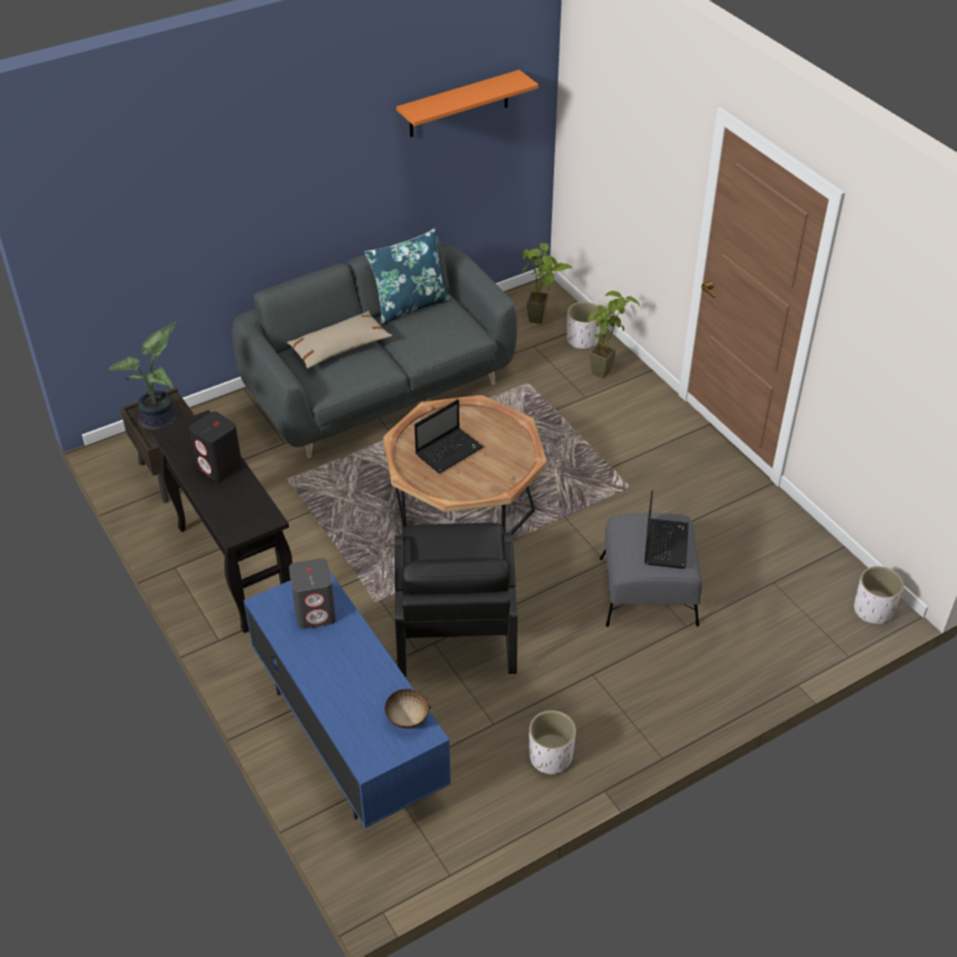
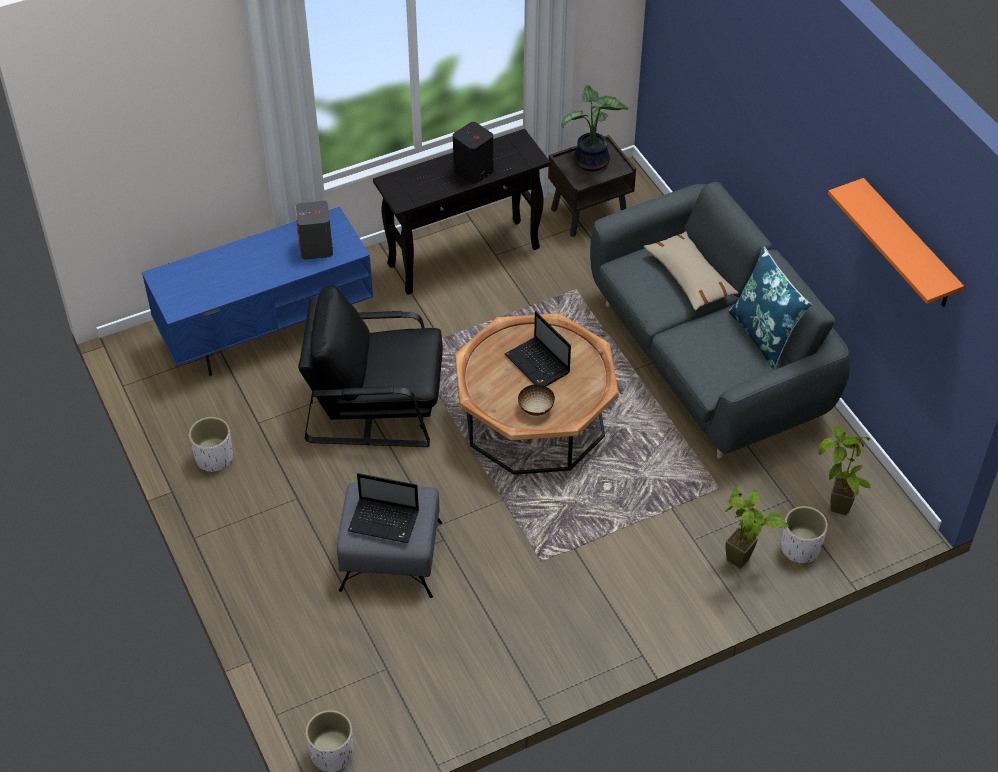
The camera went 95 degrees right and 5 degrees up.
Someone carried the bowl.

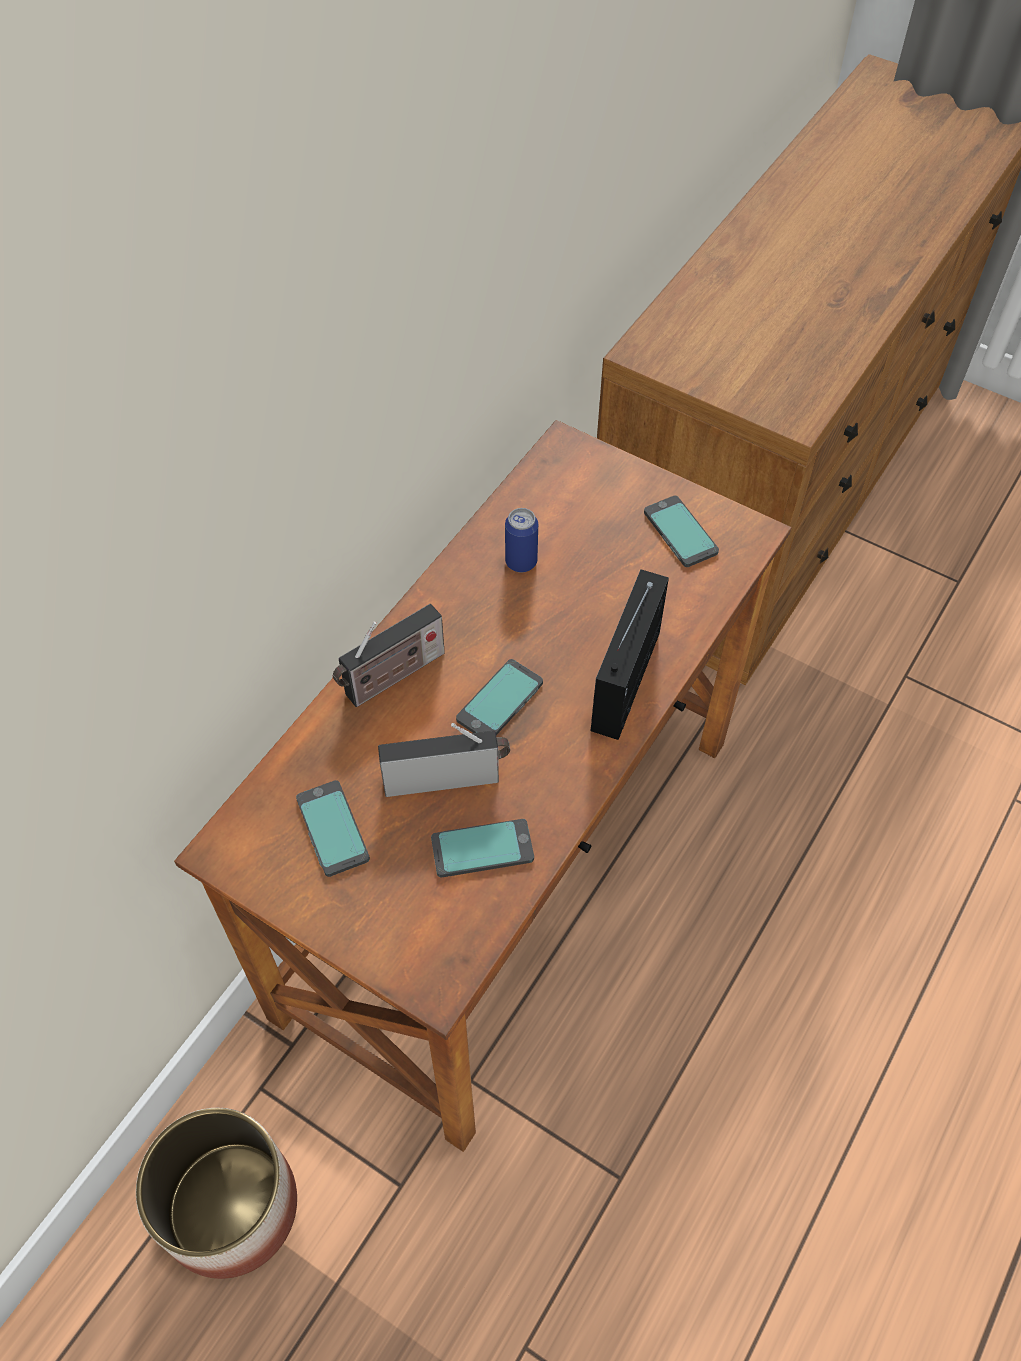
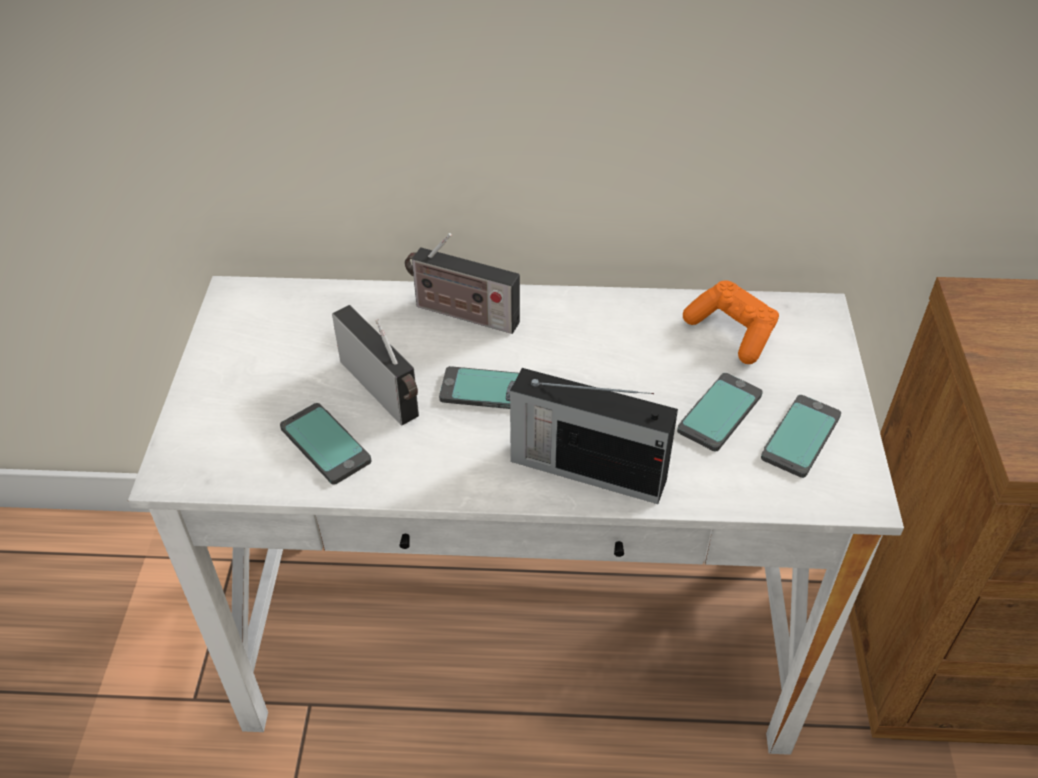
The camera went 60 degrees right and 10 degrees down.
Someone repainted the brown desk, which became the white desk.
Someone took away the can.
Someone rotated the radio (3rd from left) by 150 degrees counterclockwise.
Someone carried the phone (1st from left in the first image).
Someone took away the planter.
Someone put down the orange game controller.

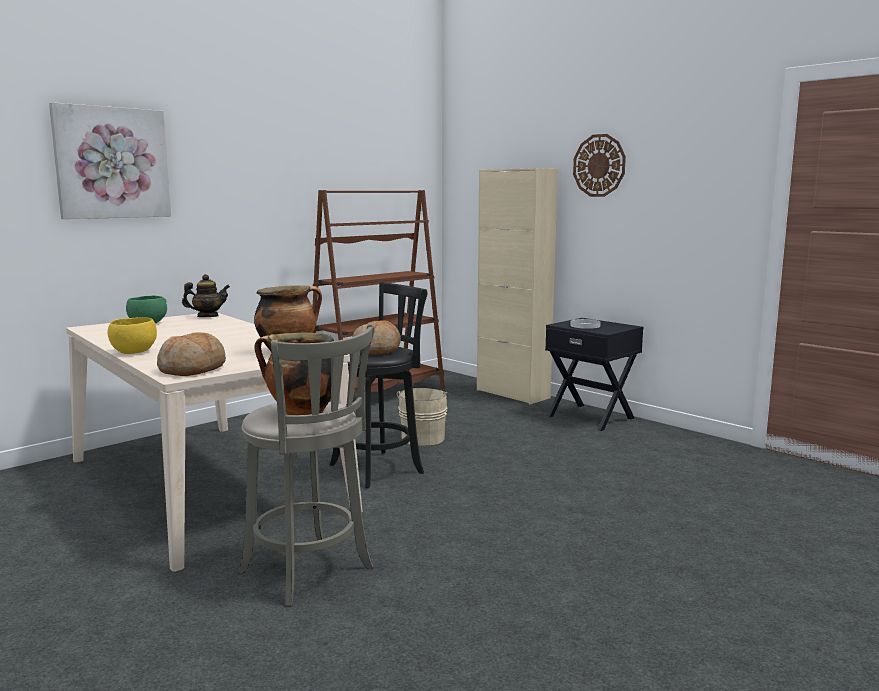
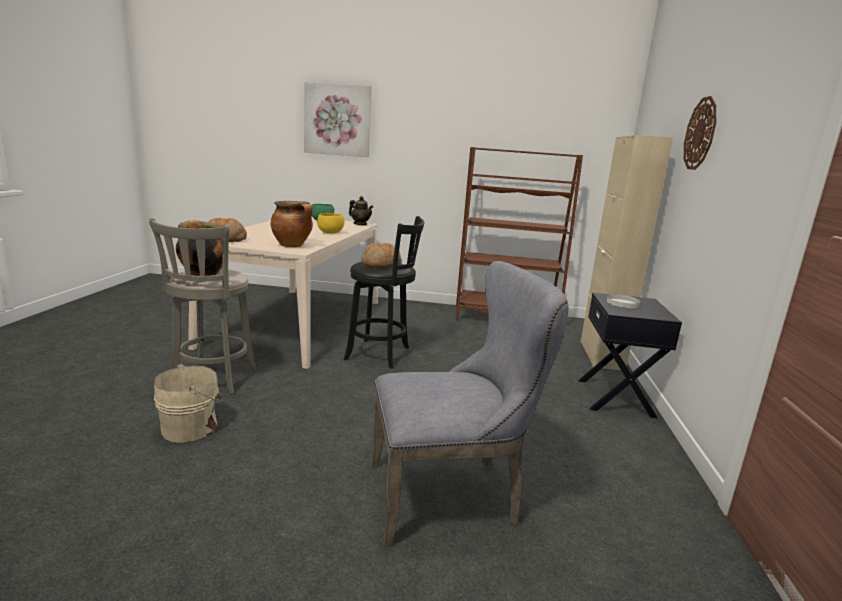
The camera went 50 degrees right and 5 degrees up.
Someone carried the yellow bowl.
Someone carried the beige bucket.
Someone put down the grey chair.

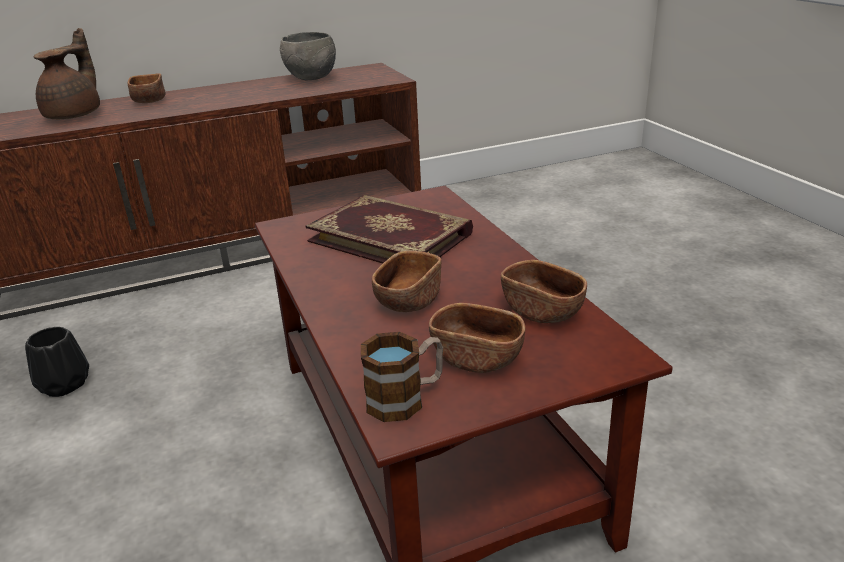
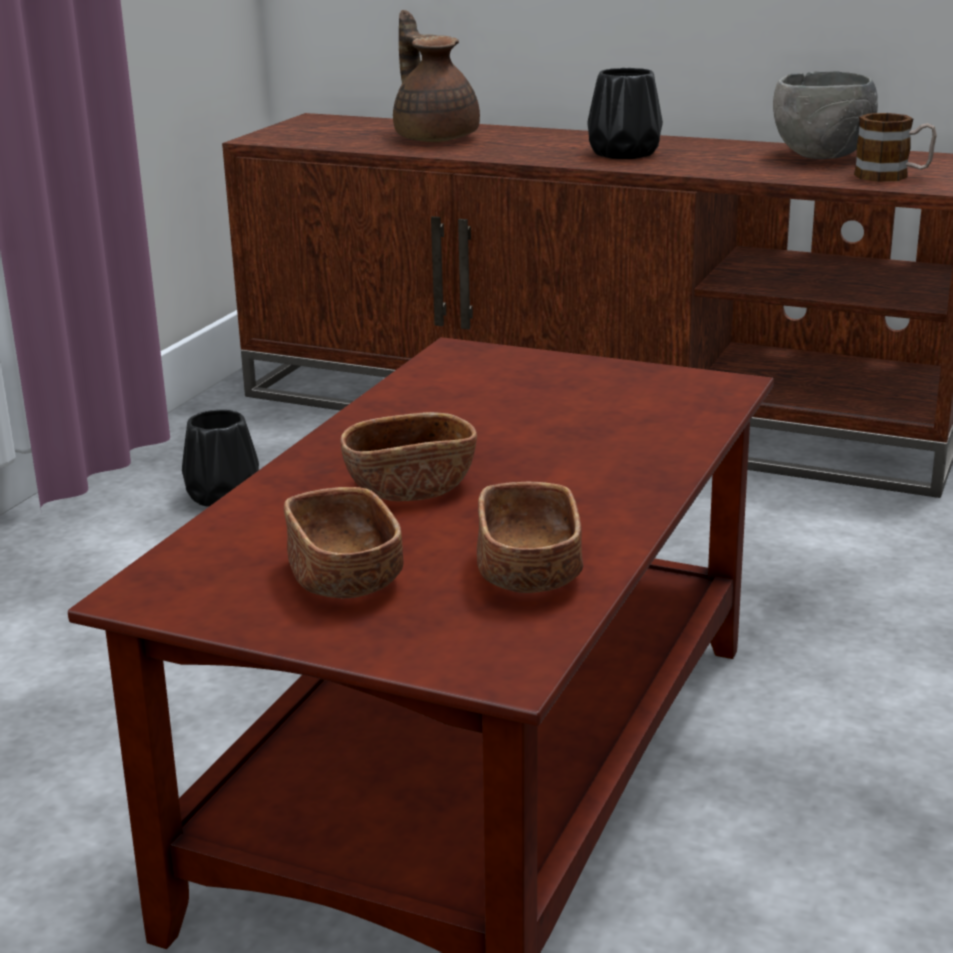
The camera went 45 degrees right and 5 degrees down.
Someone rotated the brown teapot by 90 degrees counterclockwise.
Someone took away the brown bowl (1st from left).
Someone took away the book.
Someone carried the mug.
Someone put down the black vase (2nd from left).

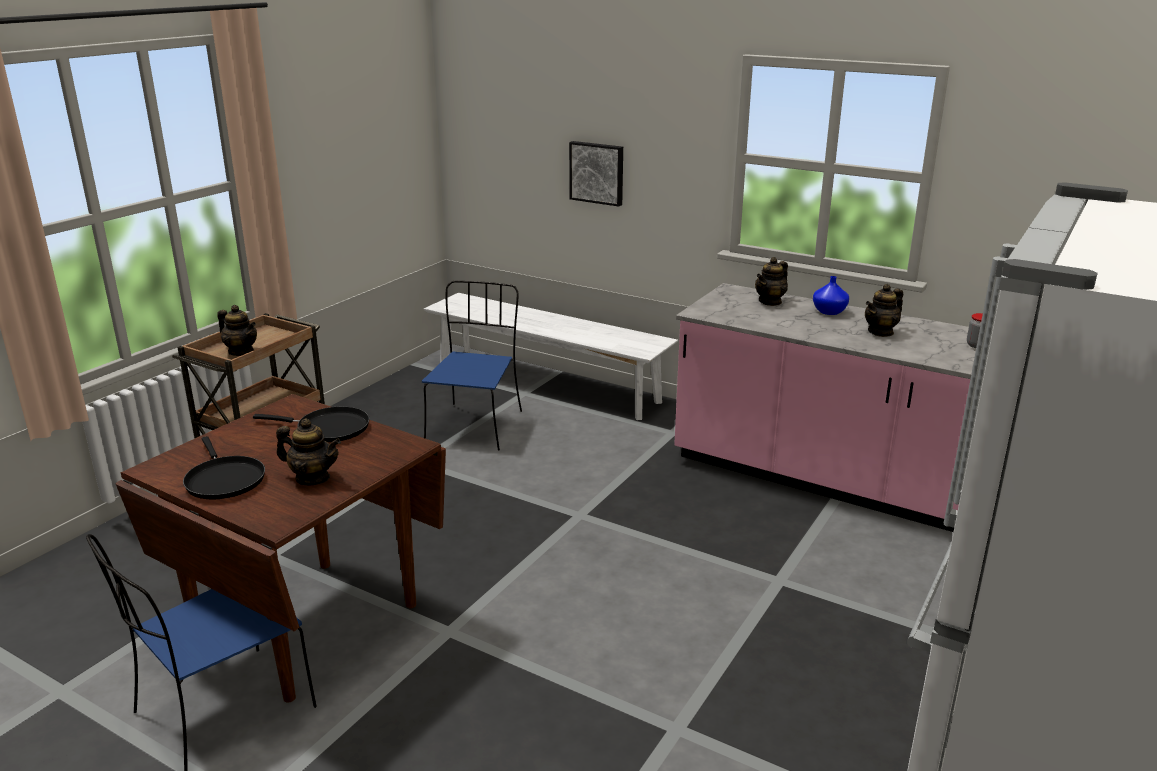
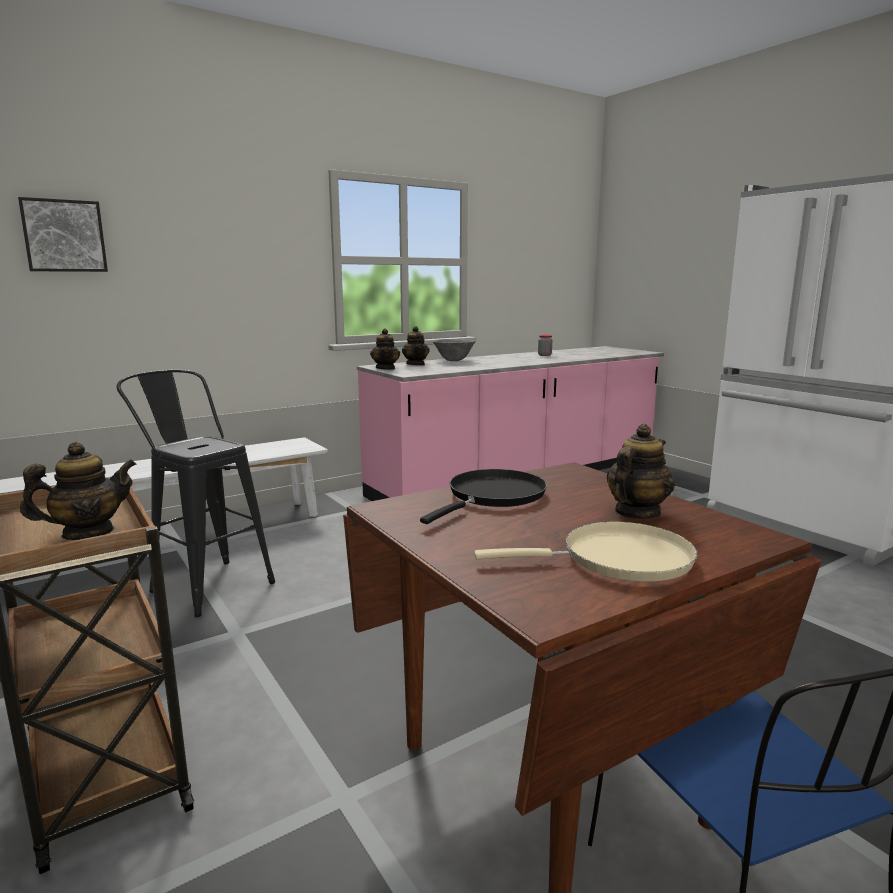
The camera went 65 degrees left and 10 degrees down.
Someone carried the picture.
Someone swapped the blue vase for the grey bowl.
Someone swapped the blue chair (2nd from left) for the black stool.
Someone carried the teapot (4th from left in the first image).
Someone repainted the black frying pan (1st from left), which became the beige frying pan.

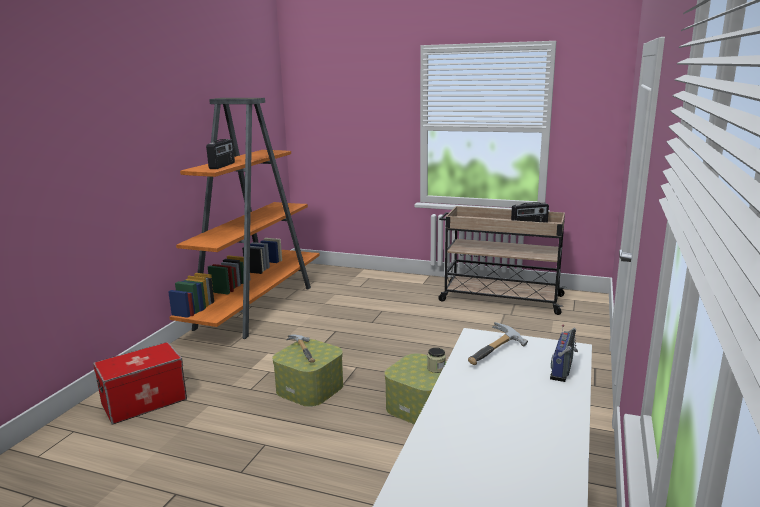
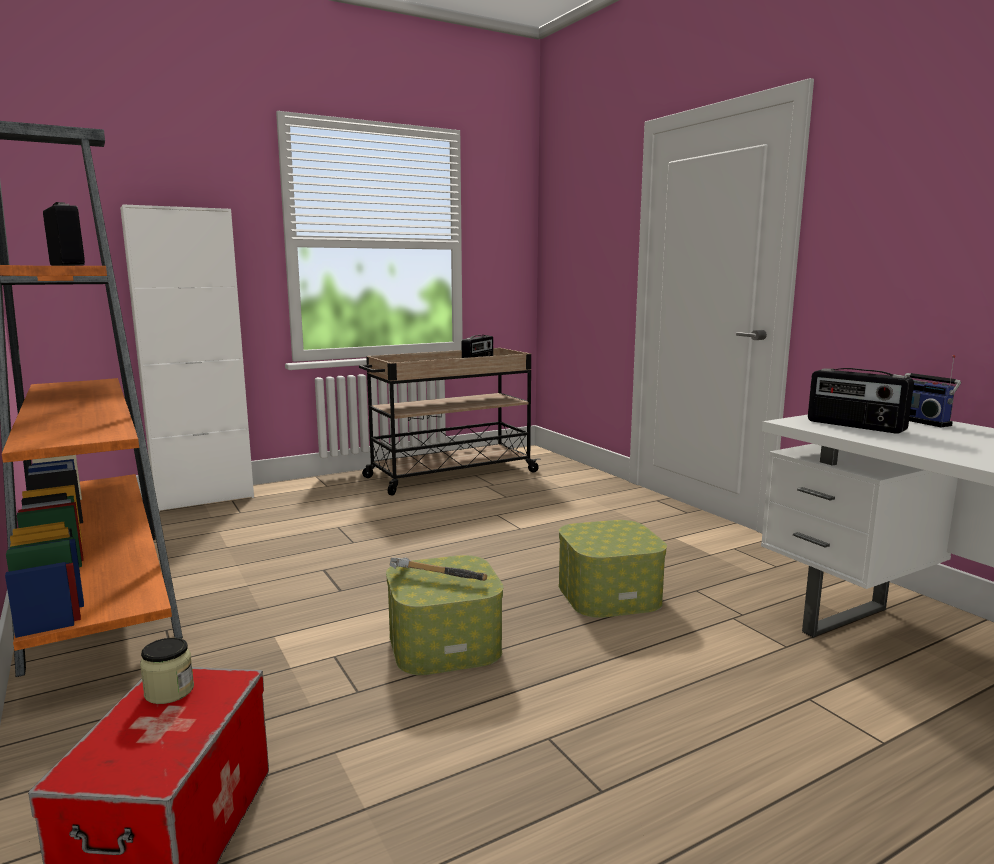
The camera went 50 degrees left and 5 degrees down.
Someone swapped the hammer (2nd from left) for the radio (3rd from left).
Someone carried the jar.
Someone put down the white cabinet.

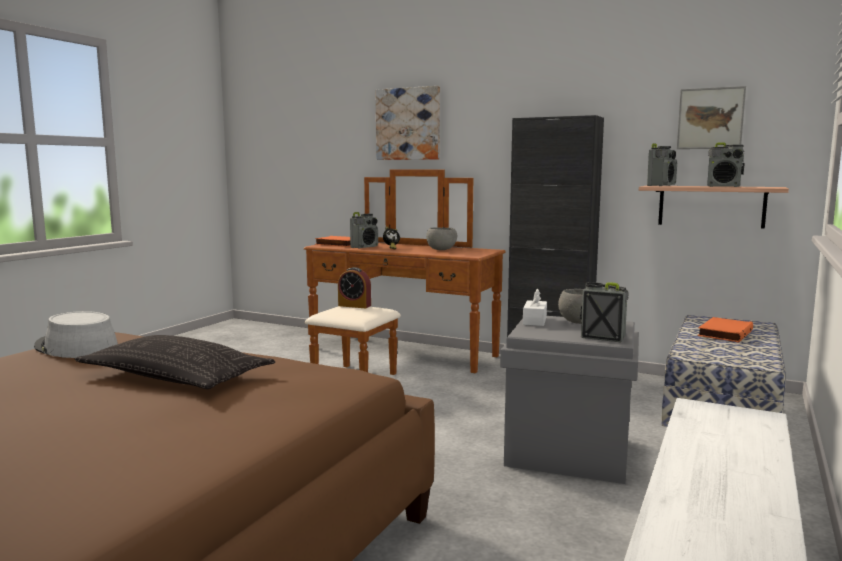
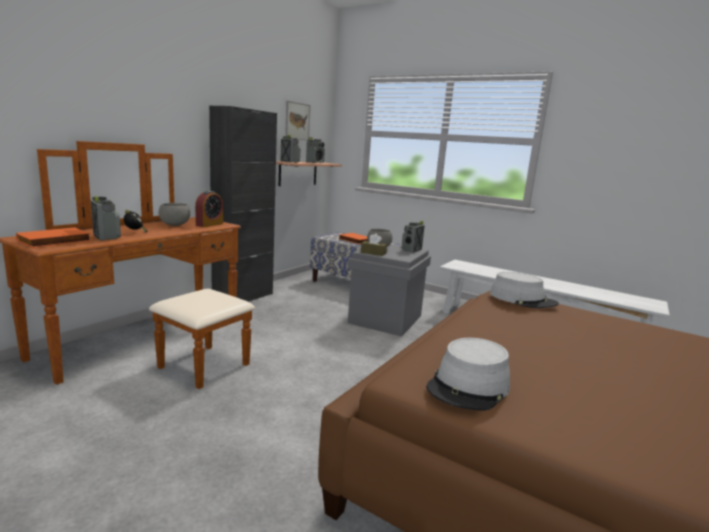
The camera went 85 degrees left and 5 degrees up.
Someone took away the picture (1st from left).
Someone carried the alarm clock (1st from left in the first image).
Someone repainted the white tissue box, which became the brown tissue box.
Someone took away the pillow.
Someone put down the grey hat (2nd from left).

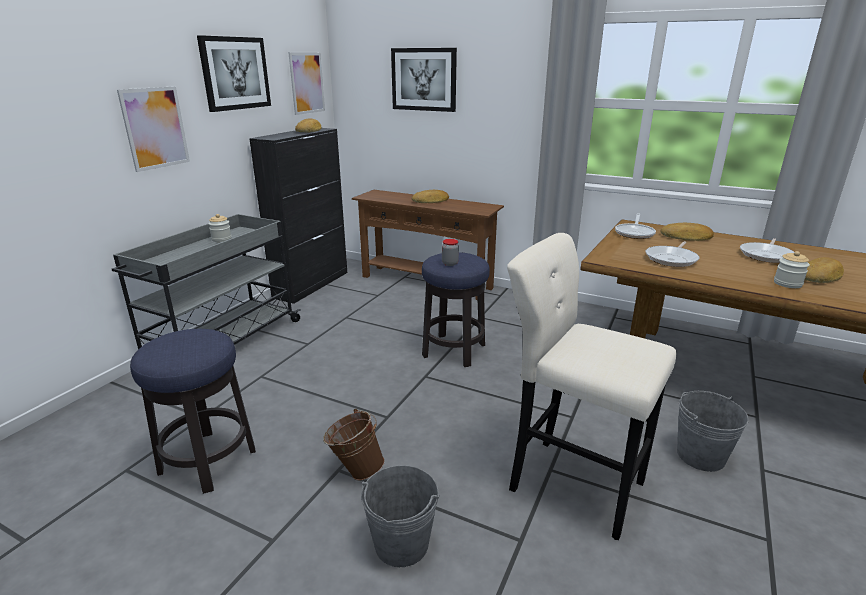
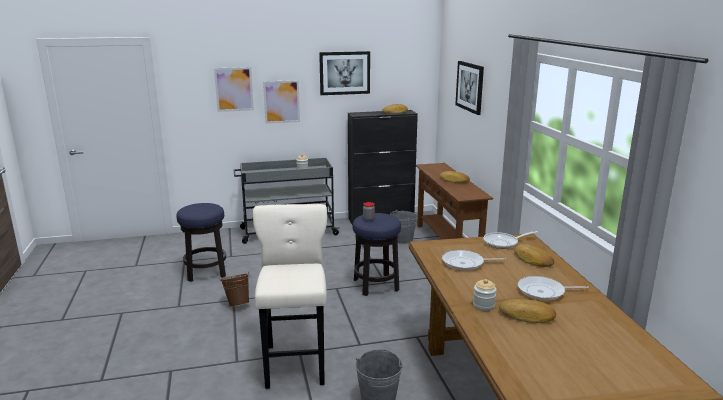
The camera went 50 degrees right and 5 degrees down.
Someone carried the picture (3rd from left in the first image).
Someone carried the grey bucket (1st from left in the first image).

